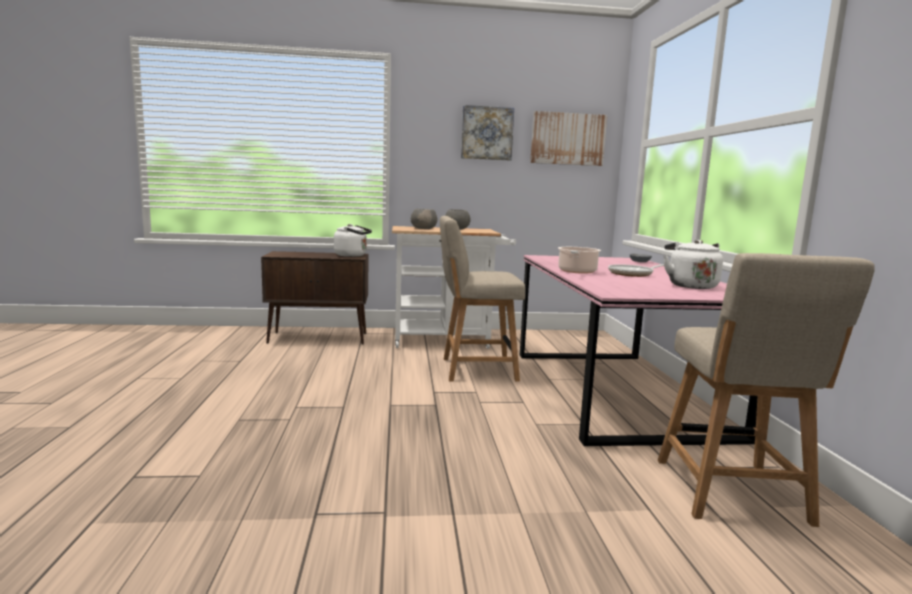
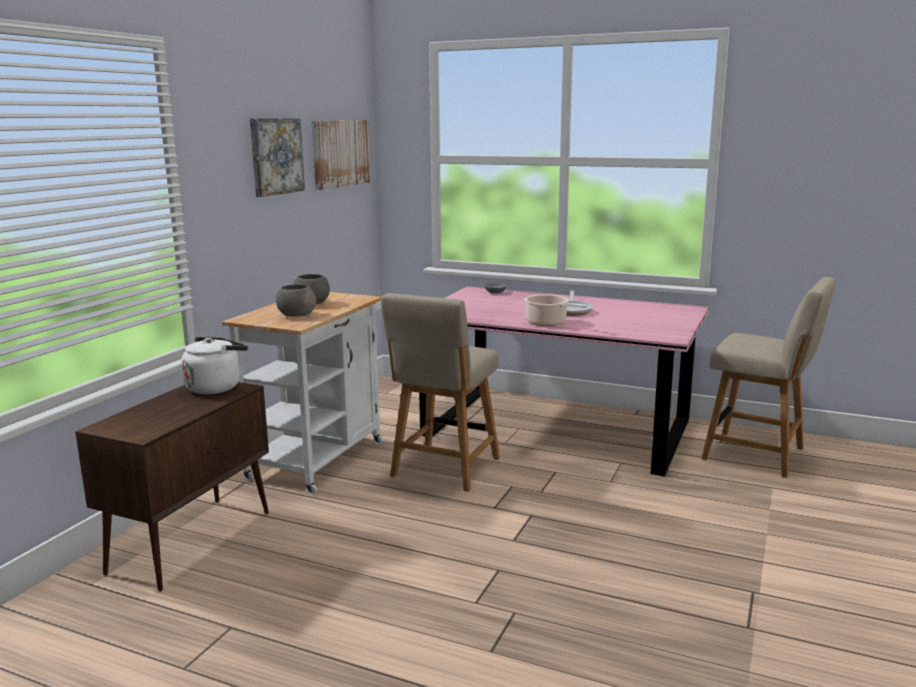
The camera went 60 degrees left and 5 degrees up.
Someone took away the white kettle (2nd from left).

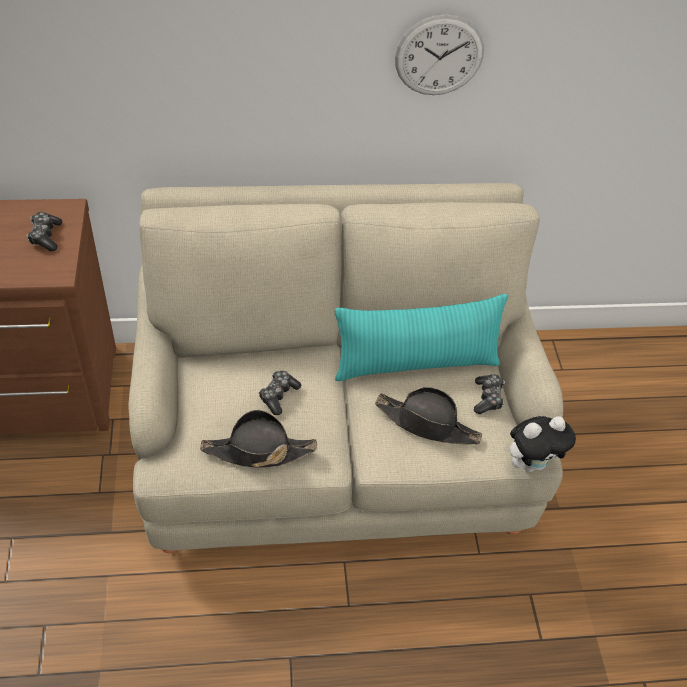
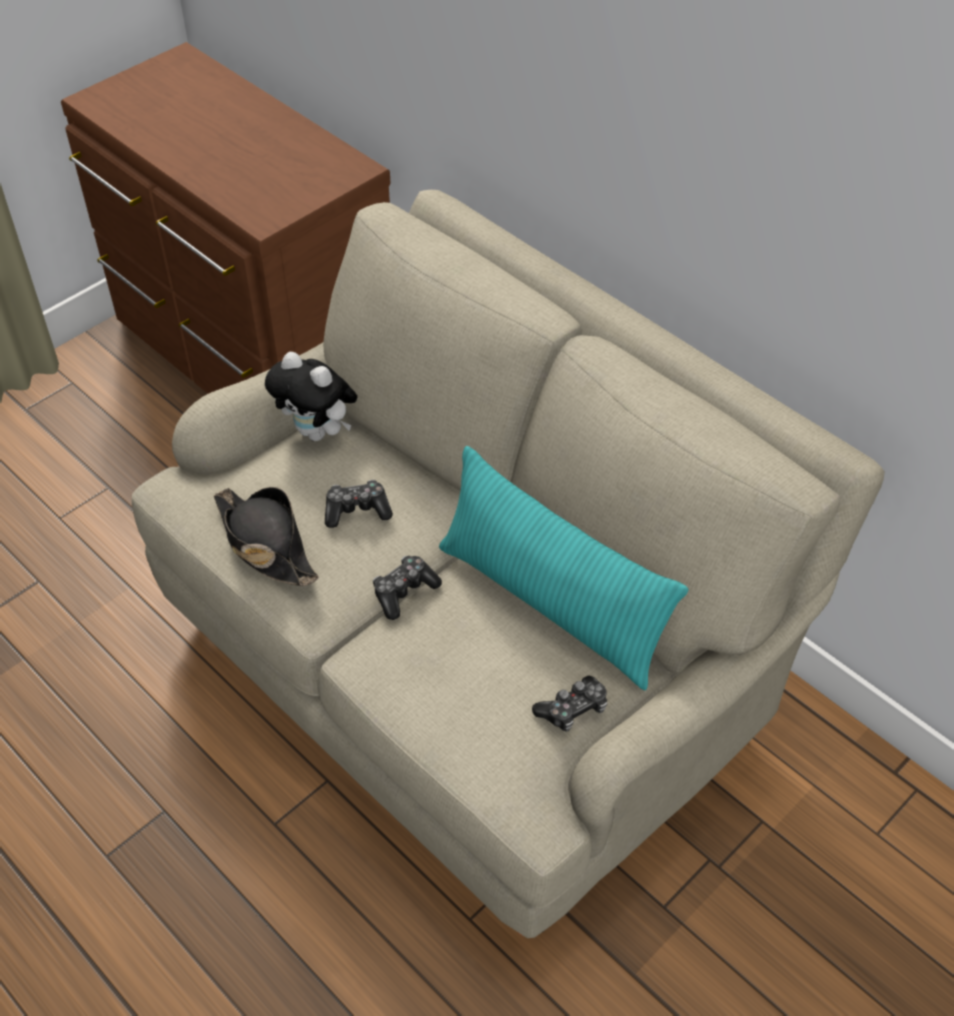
The camera went 55 degrees right and 0 degrees up.
Someone took away the wall clock.
Someone carried the game controller (1st from left in the first image).
Someone took away the black hat (2nd from left).
Someone carried the plush toy.

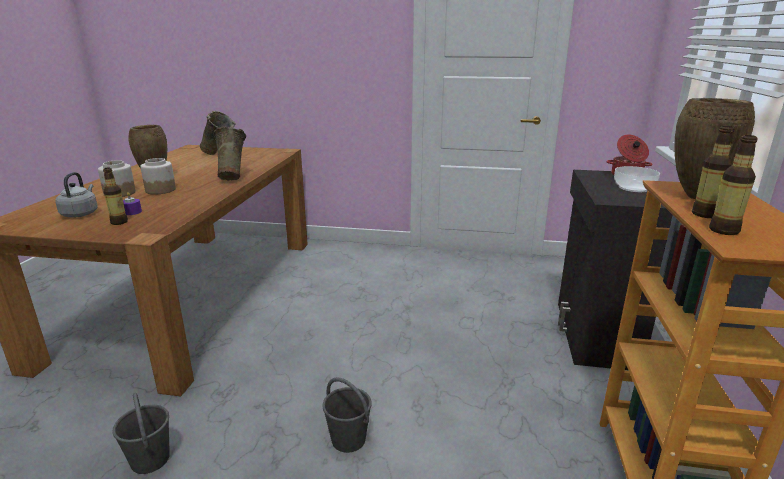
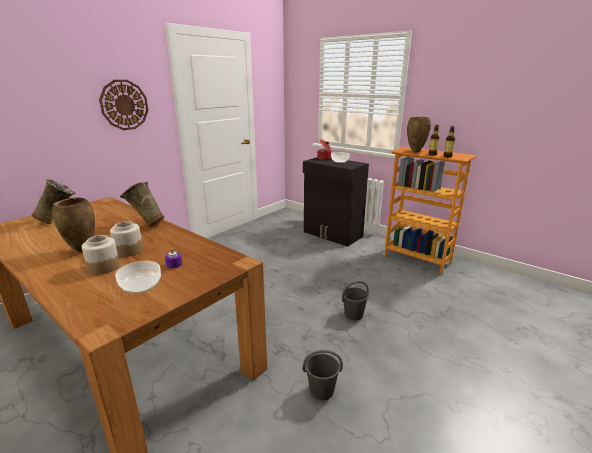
The camera went 60 degrees left and 0 degrees up.
Someone took away the bottle (1st from left).
Someone swapped the grey kettle for the bowl (1st from left).
Someone put up the wall clock.

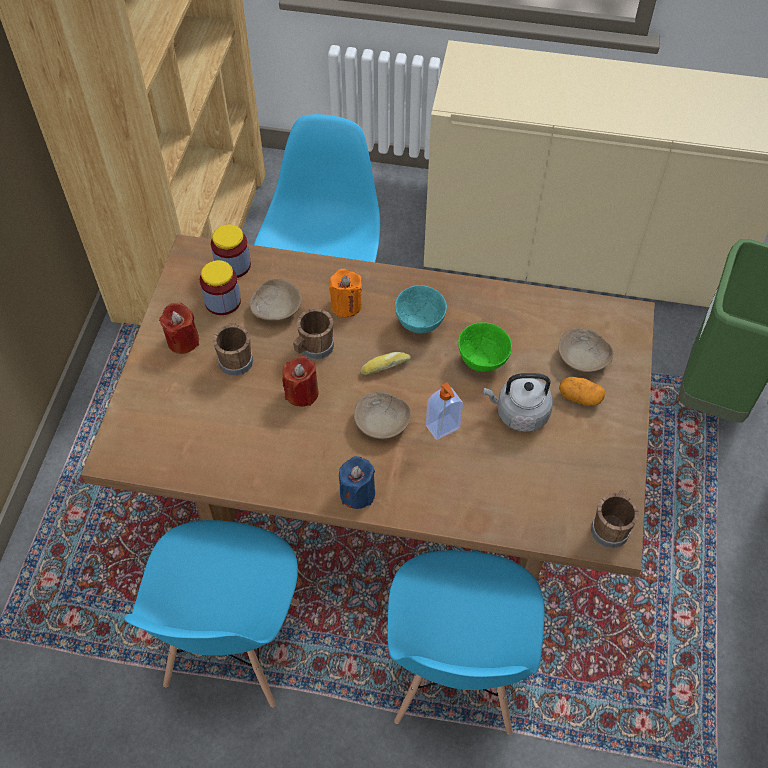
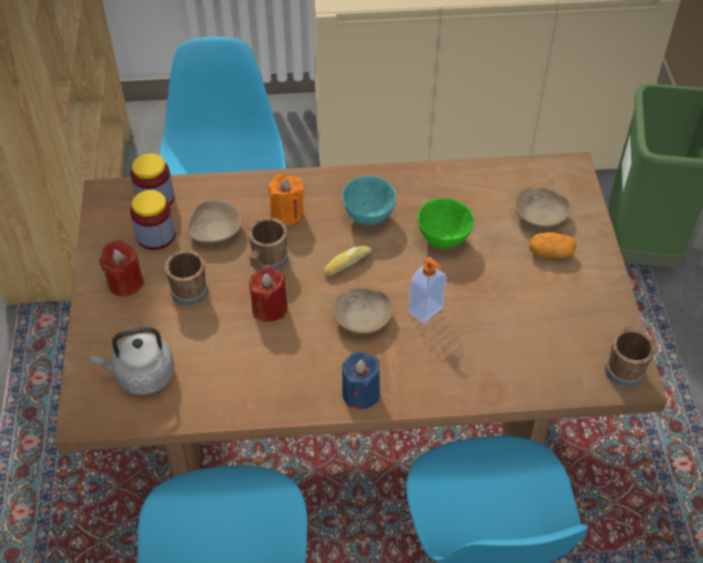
The camera went 15 degrees left and 5 degrees down.
Someone carried the grey kettle.

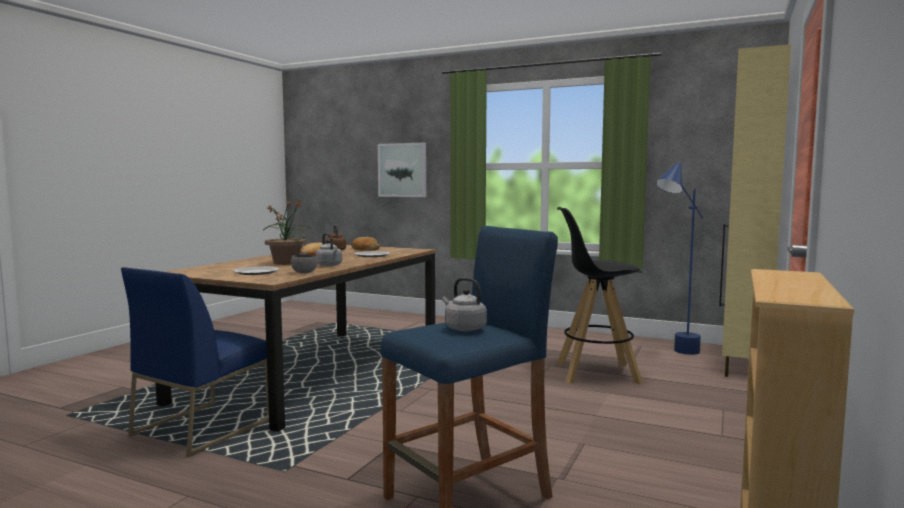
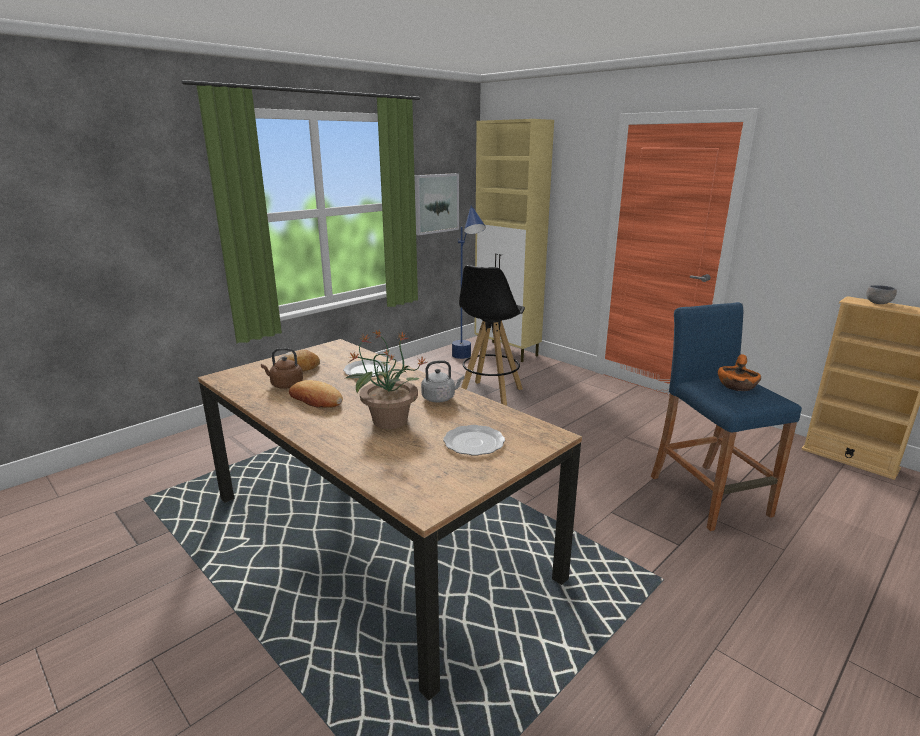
The camera went 70 degrees left and 15 degrees up.
Someone carried the picture.
Someone carried the grey bowl.
Someone took away the blue chair.
Someone swapped the grey kettle (2nd from left) for the orange bowl.

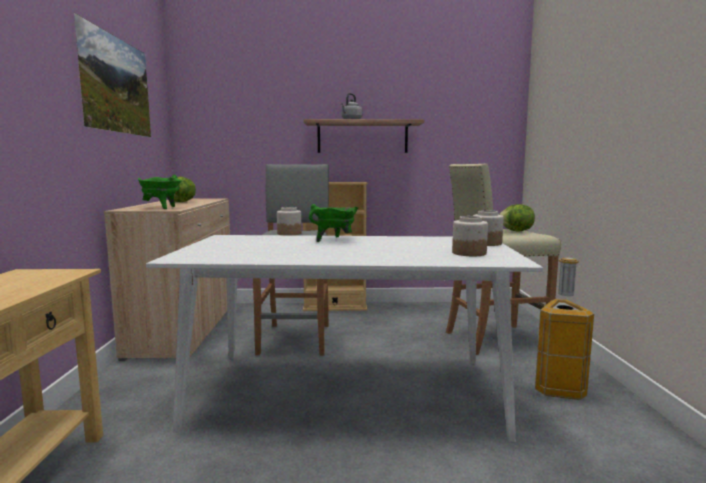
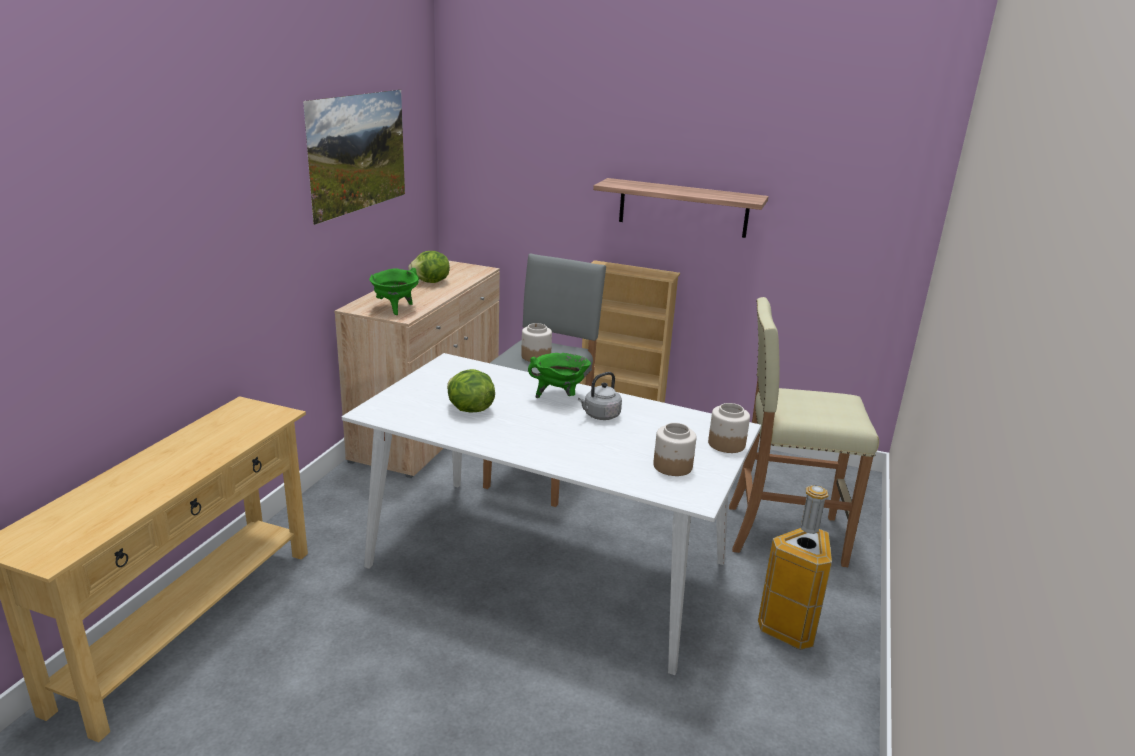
The camera went 20 degrees right and 15 degrees up.
Someone carried the grey kettle.
Someone carried the lettuce (2nd from left).

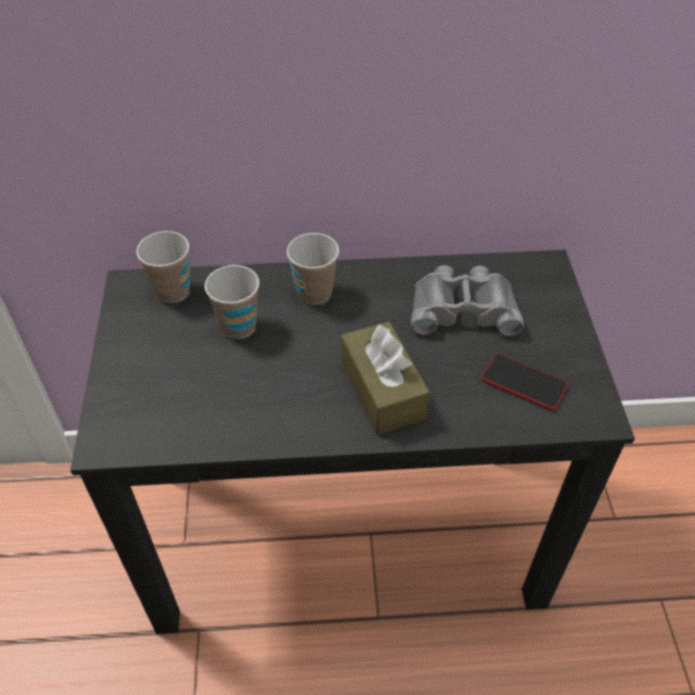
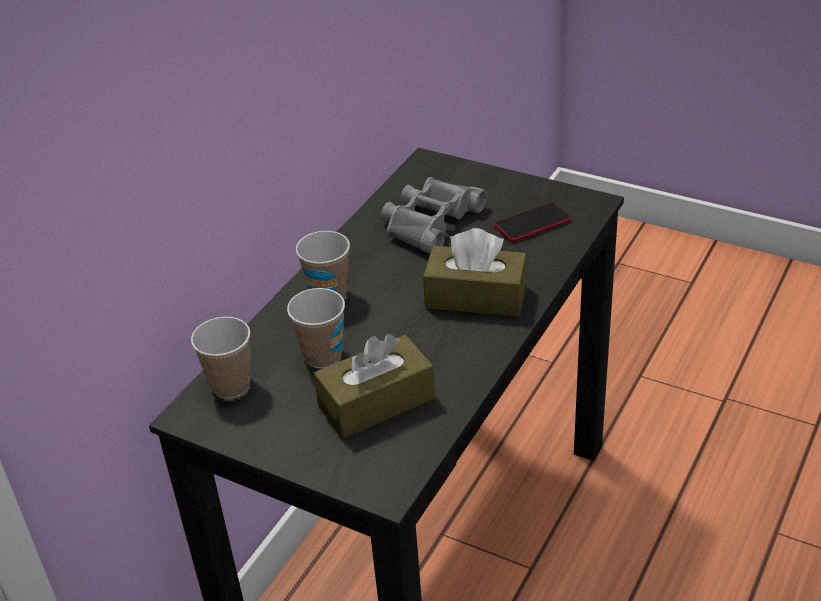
The camera went 55 degrees left and 10 degrees down.
Someone put down the brown tissue box (1st from left).

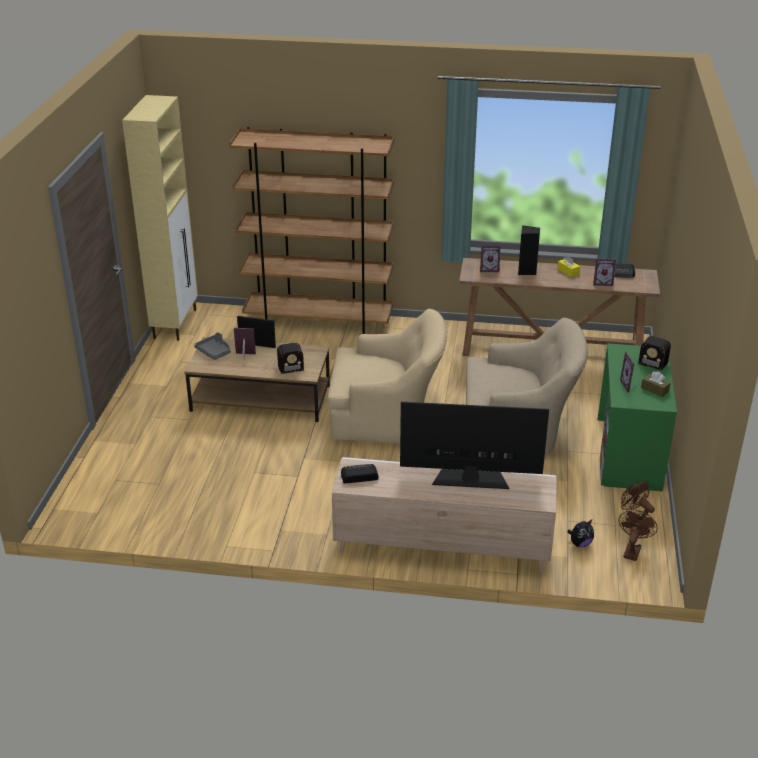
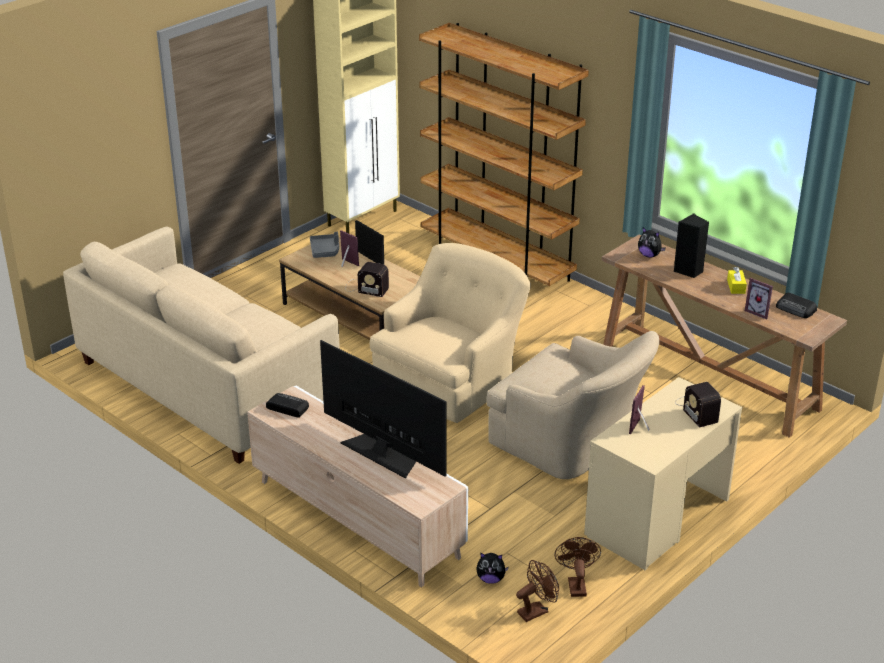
The camera went 35 degrees right and 0 degrees up.
Someone swapped the picture frame (3rd from left) for the plush toy (2nd from left).
Someone rotated the beige armchair (1st from left) by 90 degrees counterclockwise.
Someone repainted the green desk, which became the beige desk.
Someone took away the brown tissue box.
Someone put down the beige sofa.

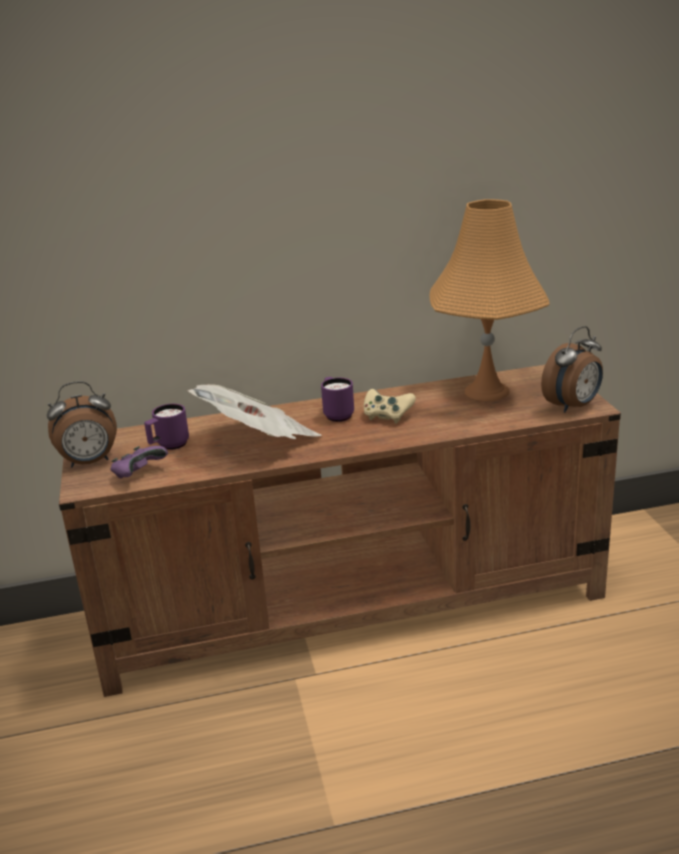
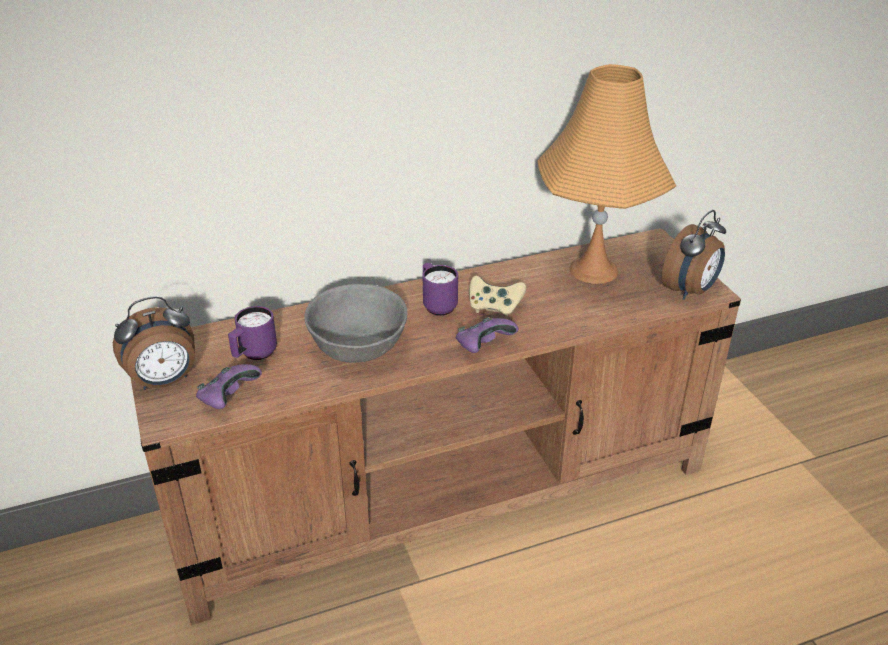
The camera went 10 degrees left and 10 degrees up.
Someone swapped the newspaper for the grey bowl.
Someone put down the purple game controller (2nd from left).

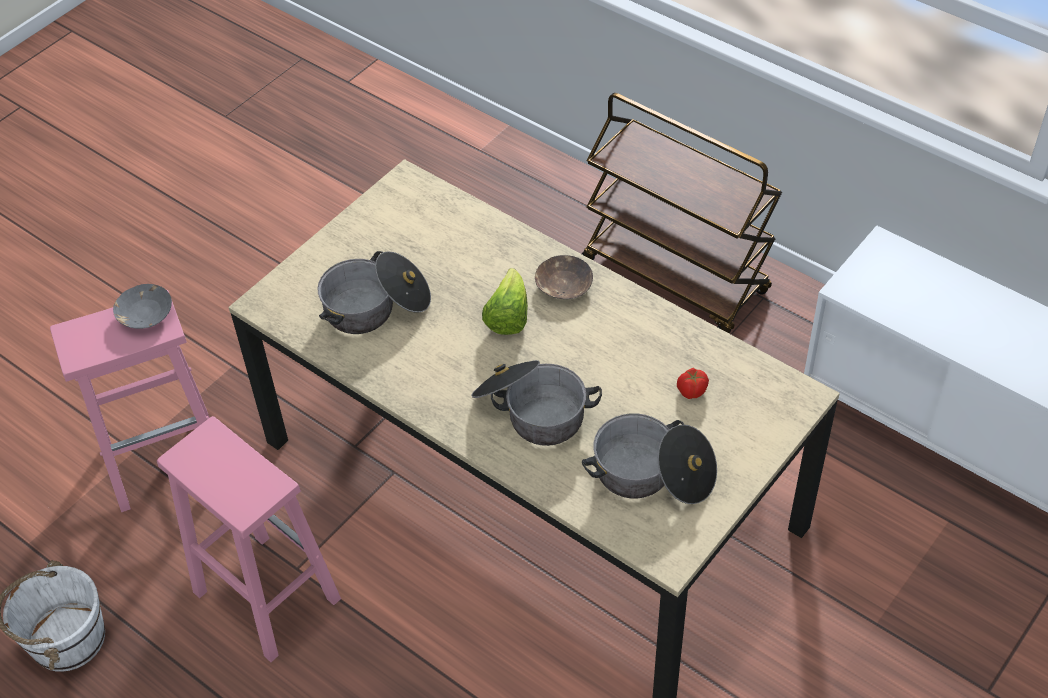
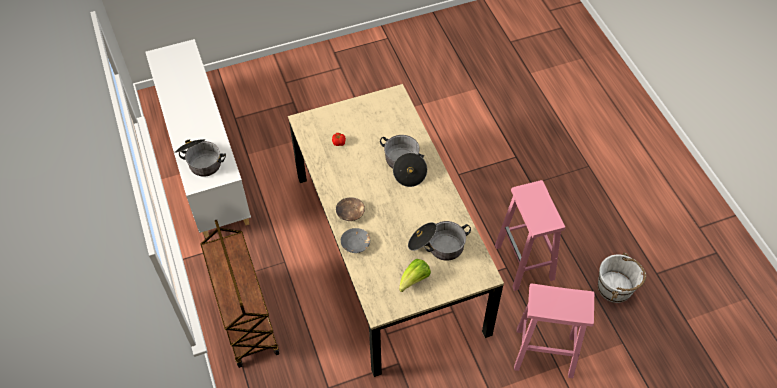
The camera went 150 degrees left and 5 degrees up.
Someone carried the lettuce.
Someone carried the grey bowl.
Someone carried the cooking pot (3rd from left in the first image).

